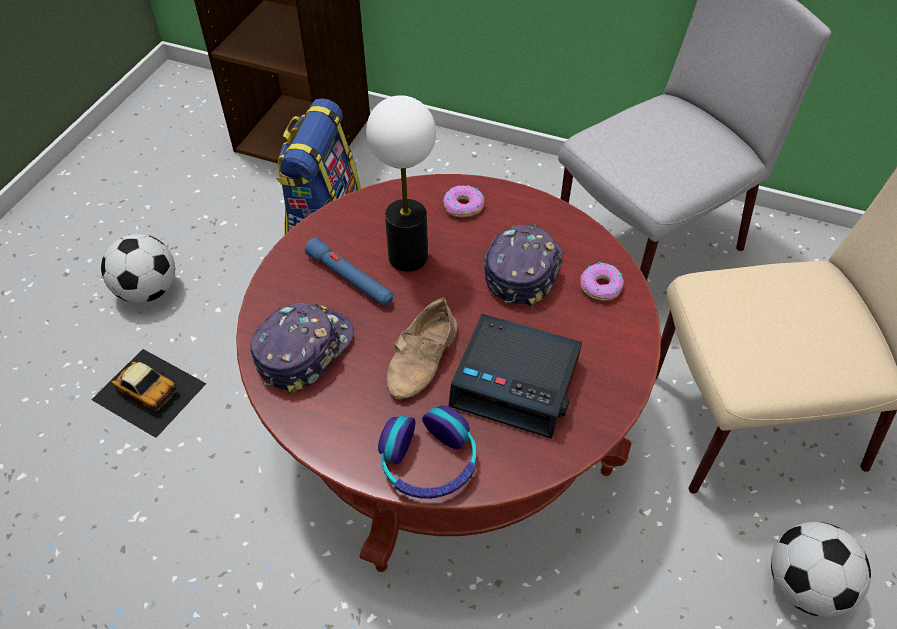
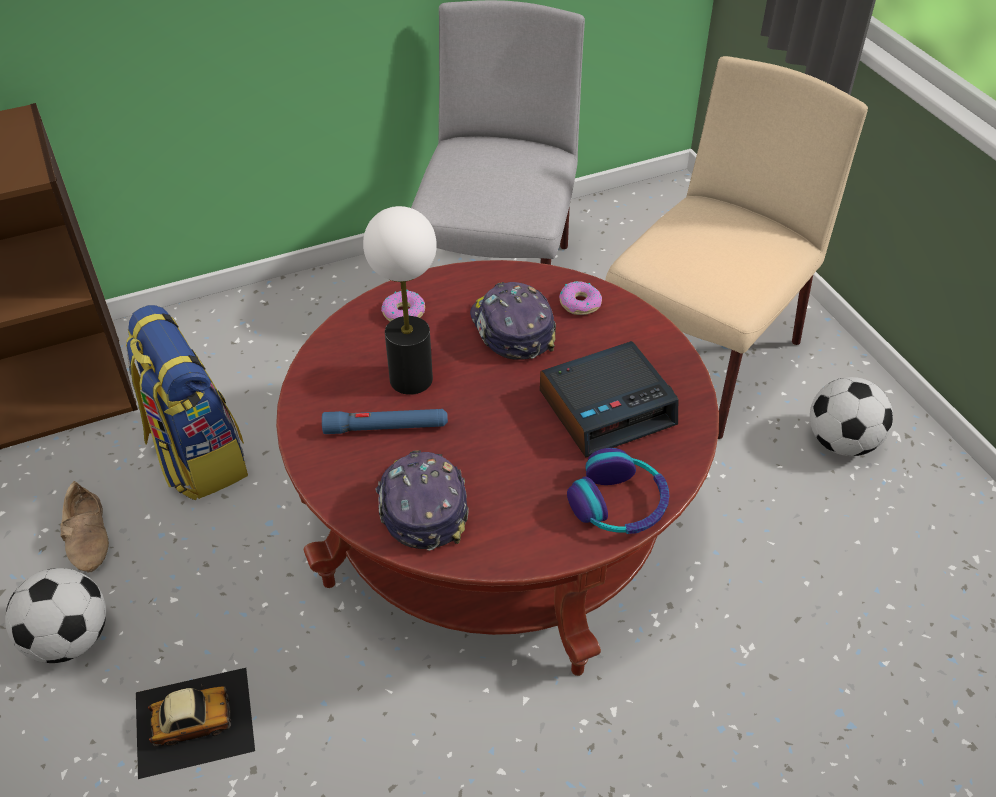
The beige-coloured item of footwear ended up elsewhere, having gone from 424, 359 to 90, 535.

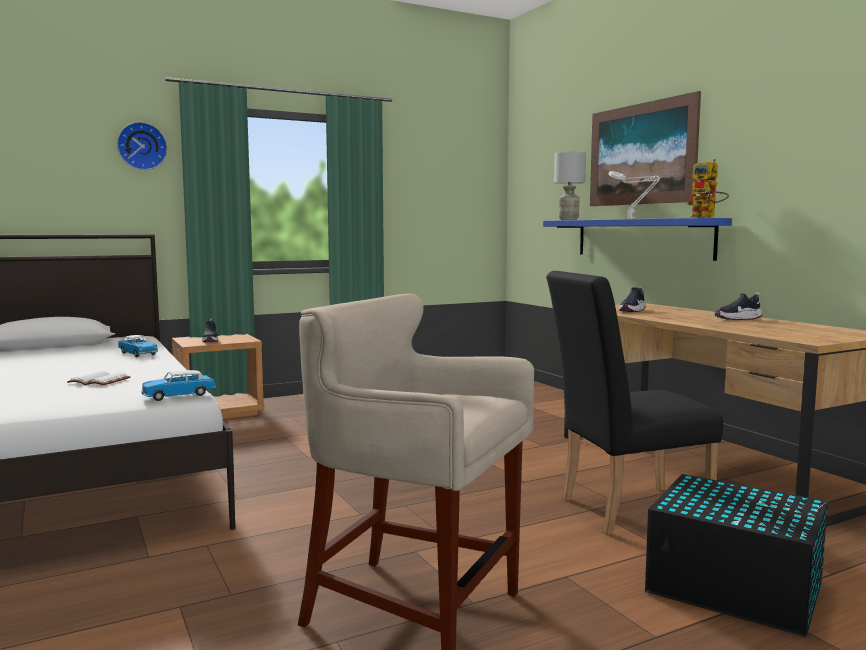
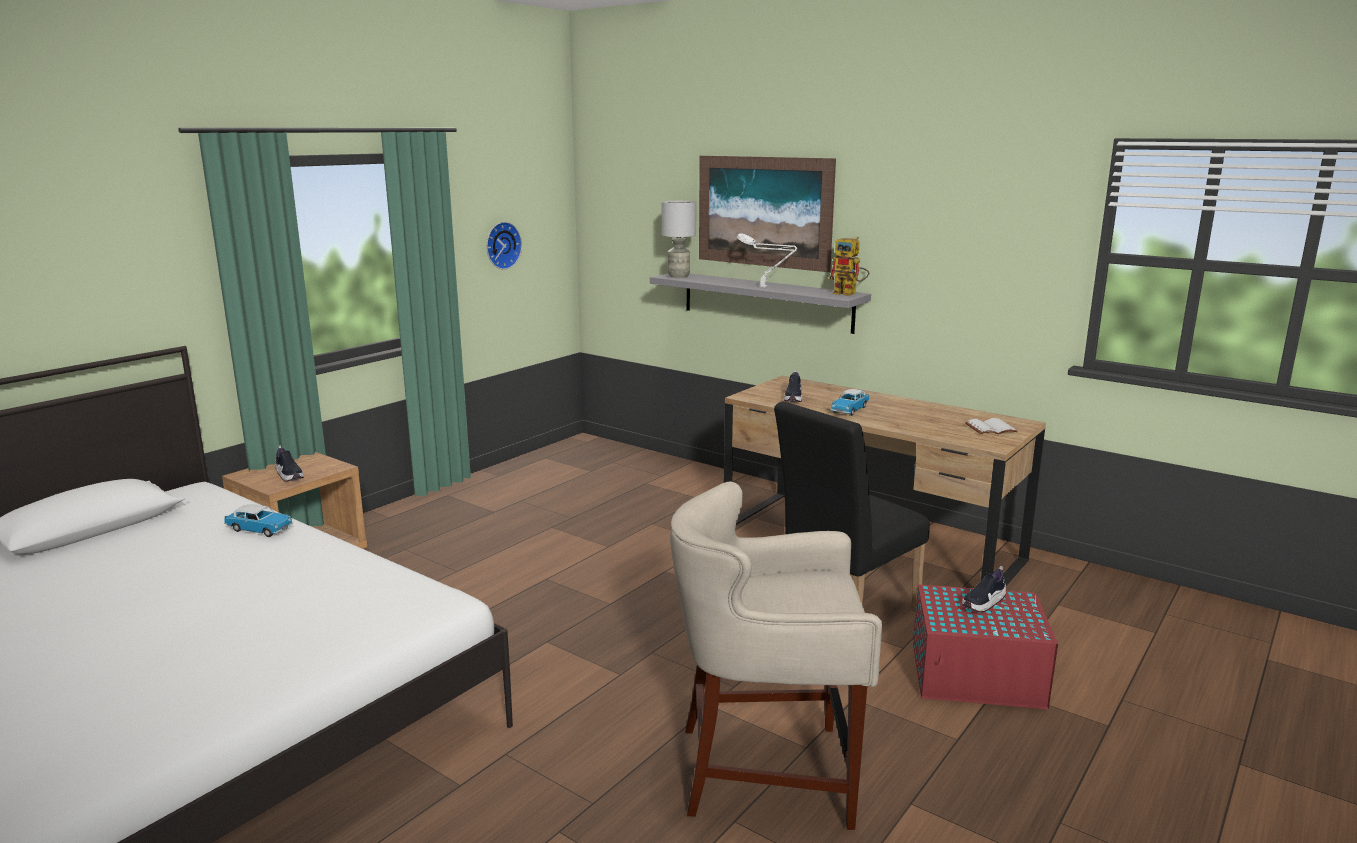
The clock on the wall ended up elsewhere, having gone from 142, 146 to 501, 245.
What was the blue-coloured wall shelf at 641, 238 turned into the greyish wall shelf at 766, 301.
The miniature car ended up elsewhere, having gone from 178, 395 to 849, 410.
What was the black-coloured storage container at 737, 588 turned into the reddish storage container at 979, 676.
The item of footwear ended up elsewhere, having gone from 738, 319 to 983, 603.
The white bound book ended up elsewhere, having gone from 101, 381 to 990, 428.

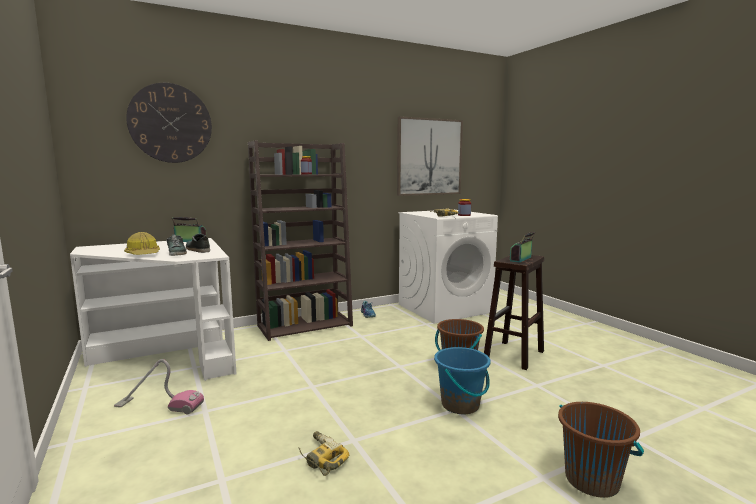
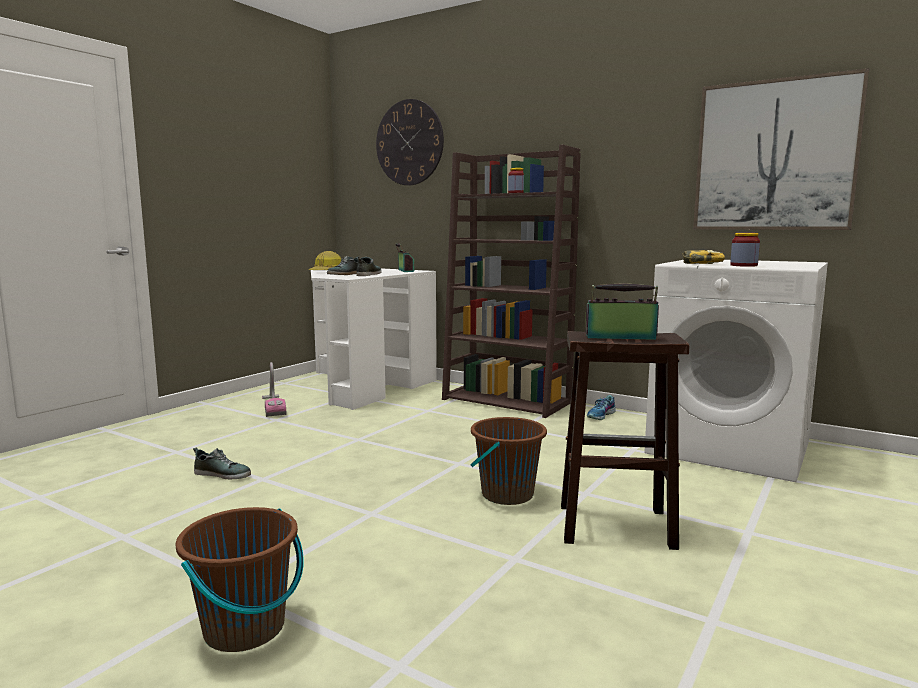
Where the power drill stood at 321, 458, the item of footwear came to stand at 223, 474.
The second view lost the blue-coloured bucket at 460, 405.

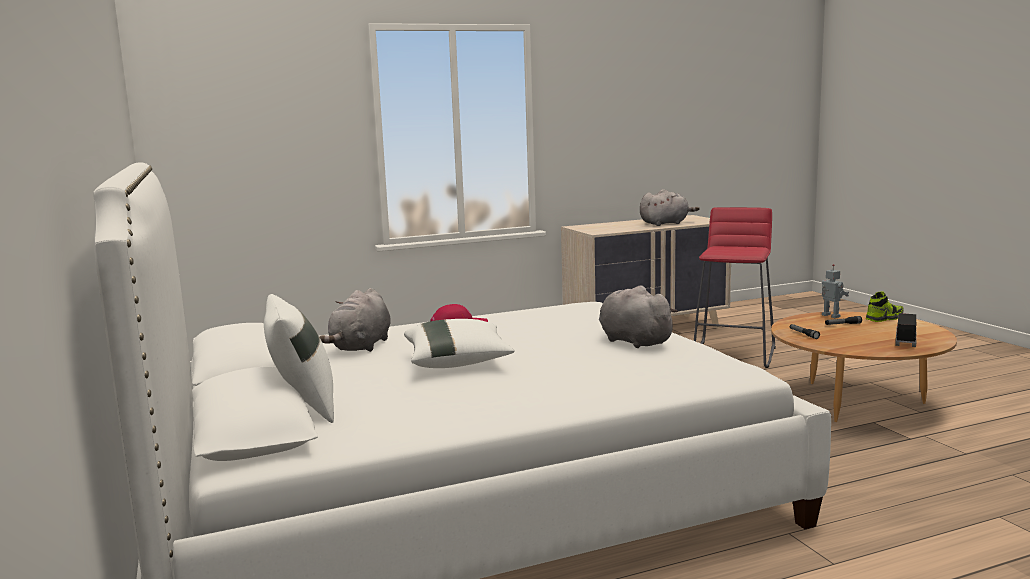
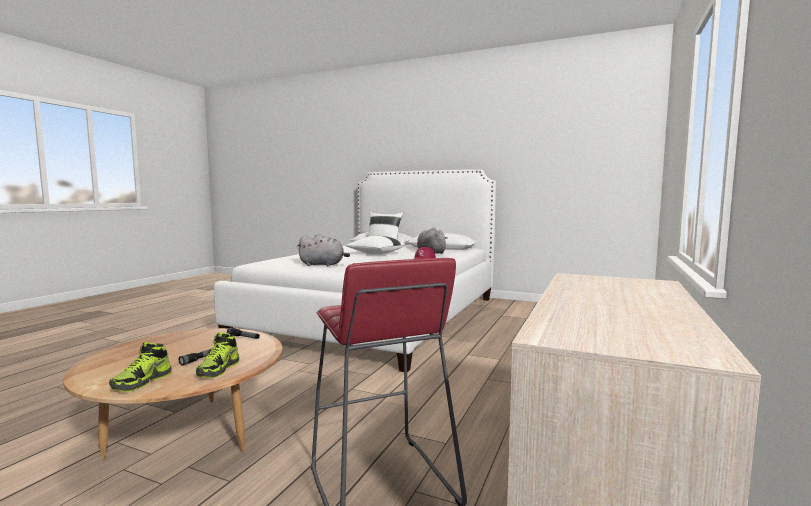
Where the robot figure stood at 830, 316, the item of footwear came to stand at 218, 370.
The second view lost the greyish soft toy at 665, 223.
The second view lost the toy truck at 905, 339.

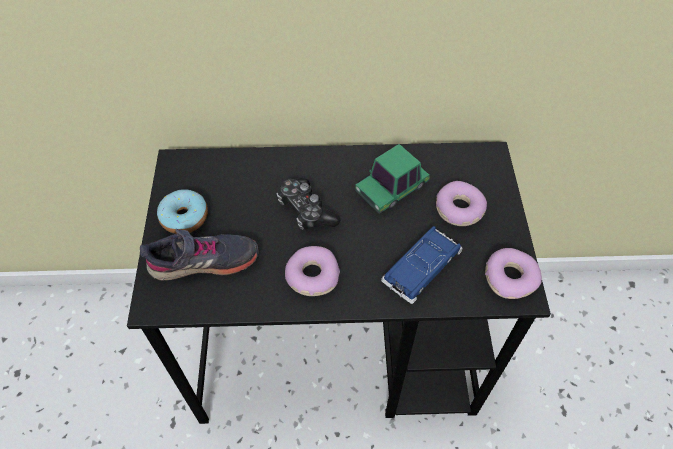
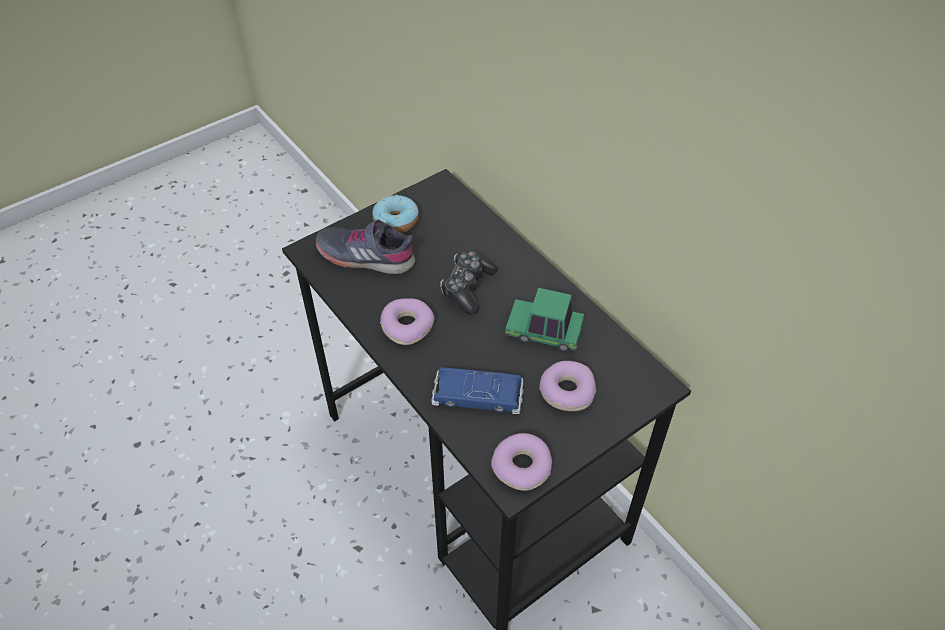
The greyish item of footwear at 204, 262 ended up facing another way, 150 degrees clockwise from before.

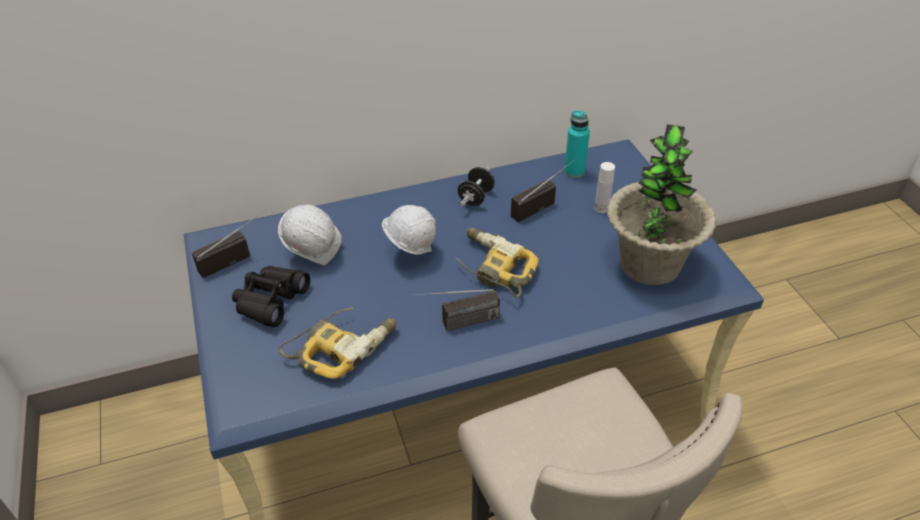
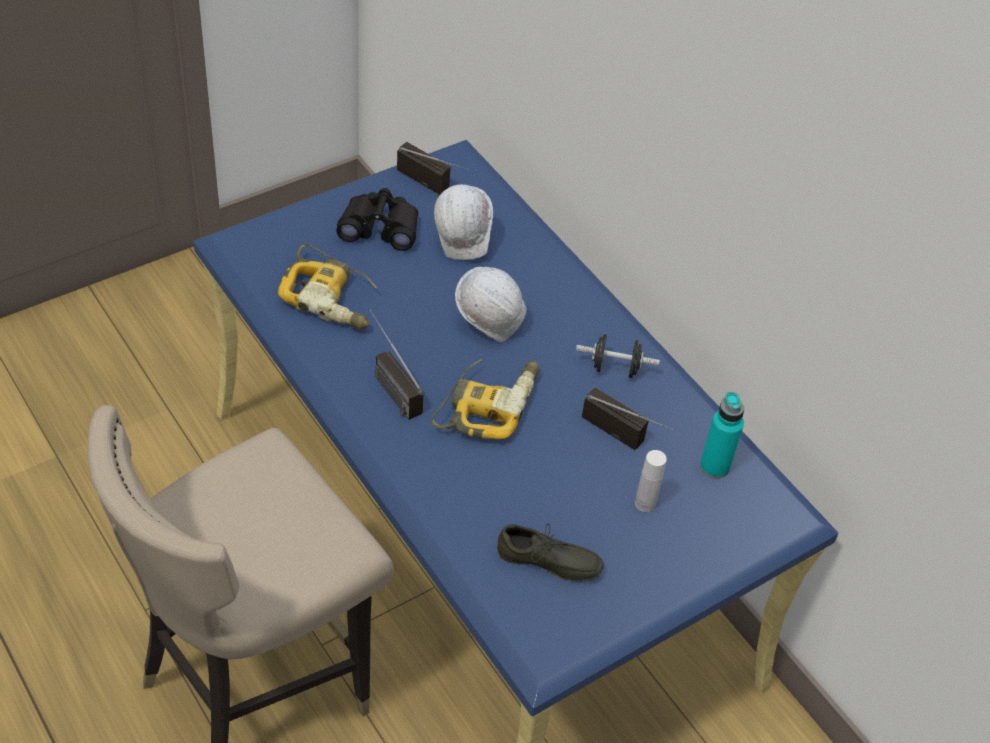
Where the houseplant stood at 649, 264, the greyish item of footwear came to stand at 548, 564.

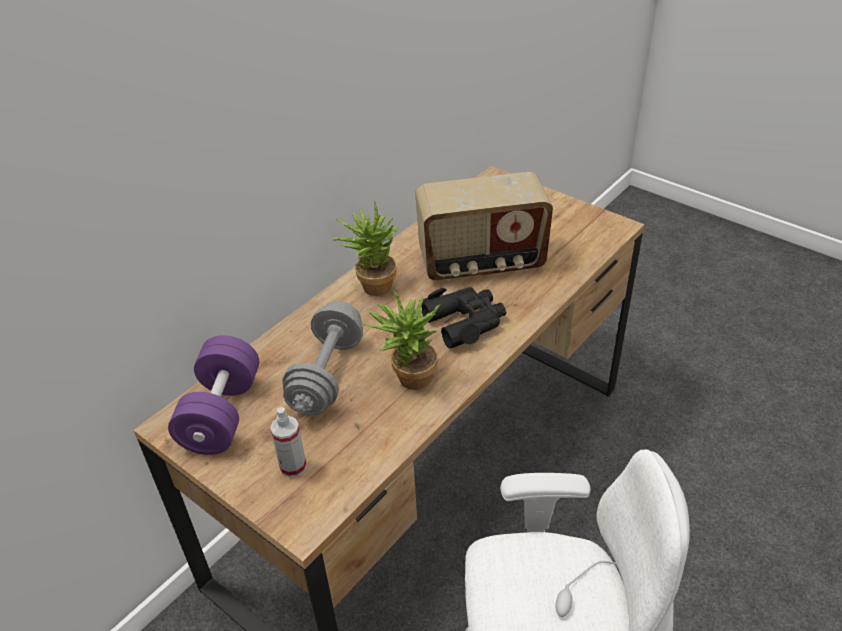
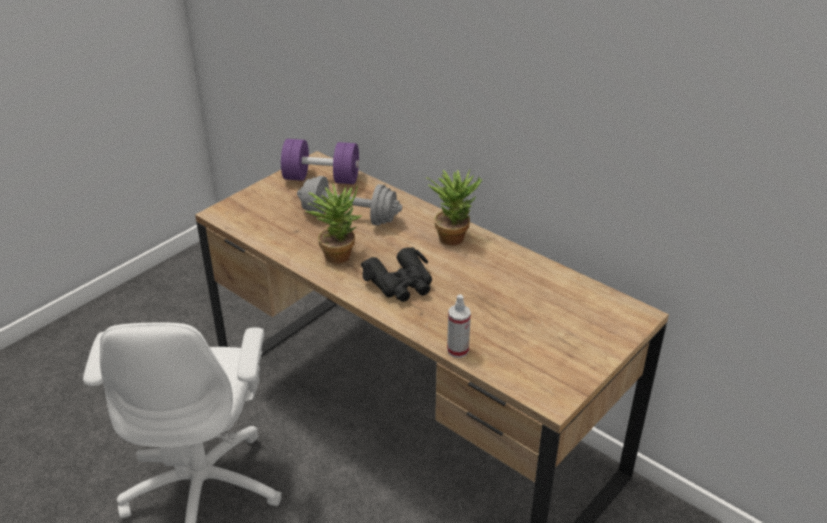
The spray bottle ended up elsewhere, having gone from 293, 466 to 457, 350.
The second view lost the radio at 482, 263.

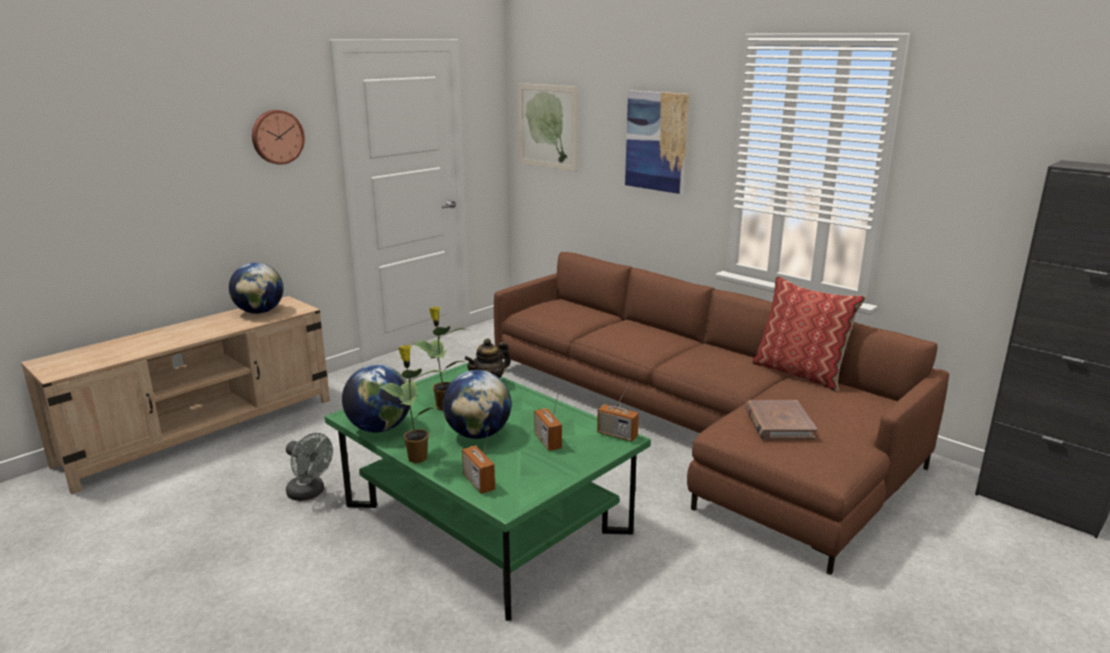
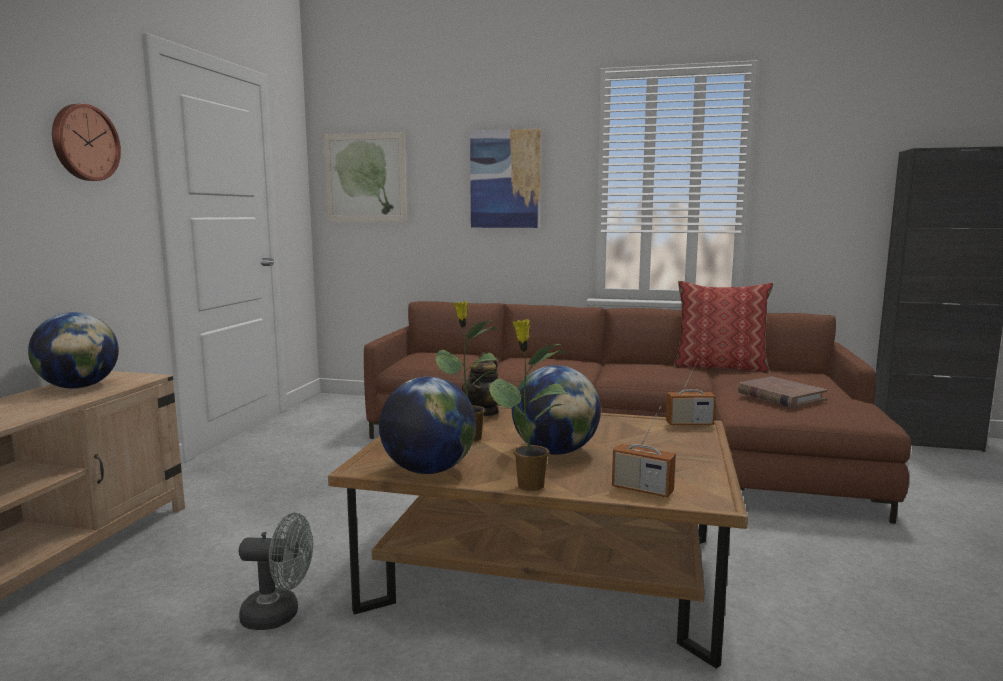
What was the green lounge table at 486, 519 turned into the brownish lounge table at 546, 573.
The second view lost the radio at 547, 441.

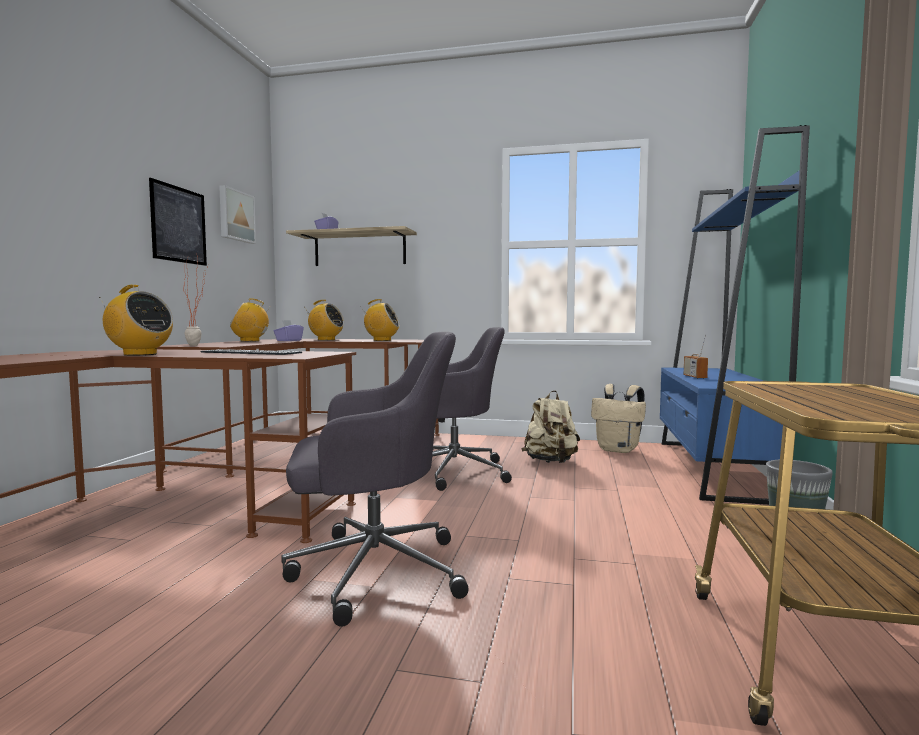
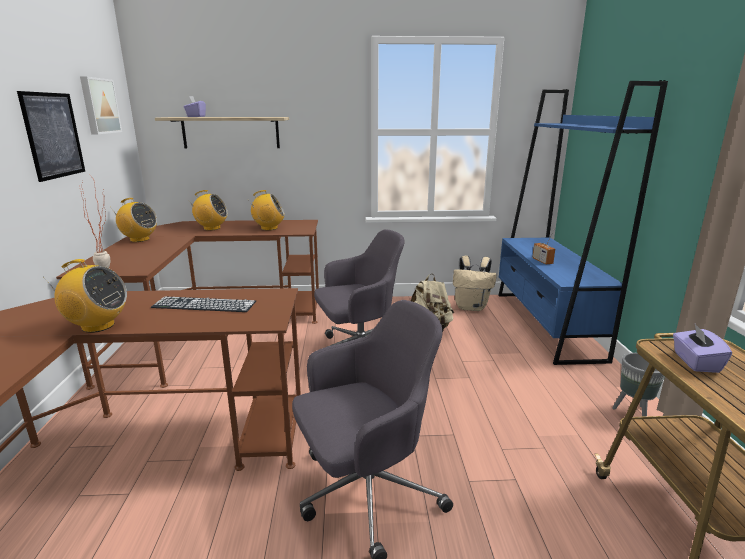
The radio at 250, 341 ended up facing another way, 135 degrees counterclockwise from before.
The purplish box of tissues ended up elsewhere, having gone from 288, 341 to 695, 362.

